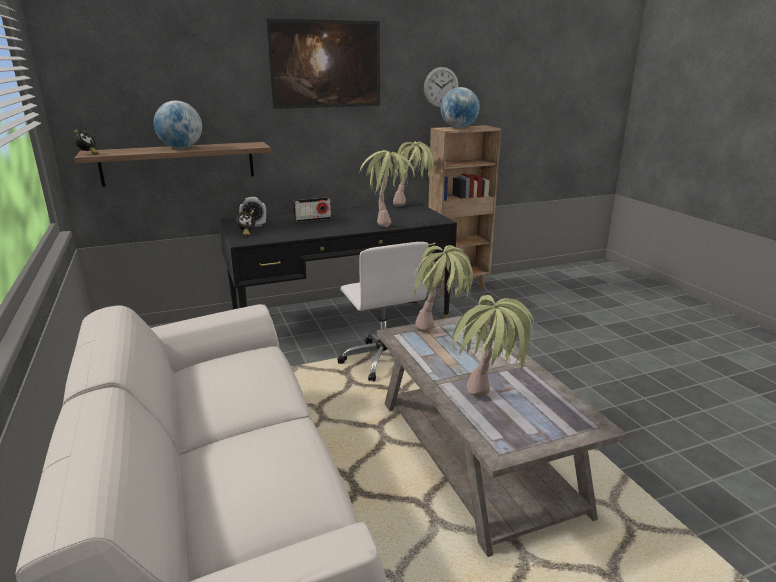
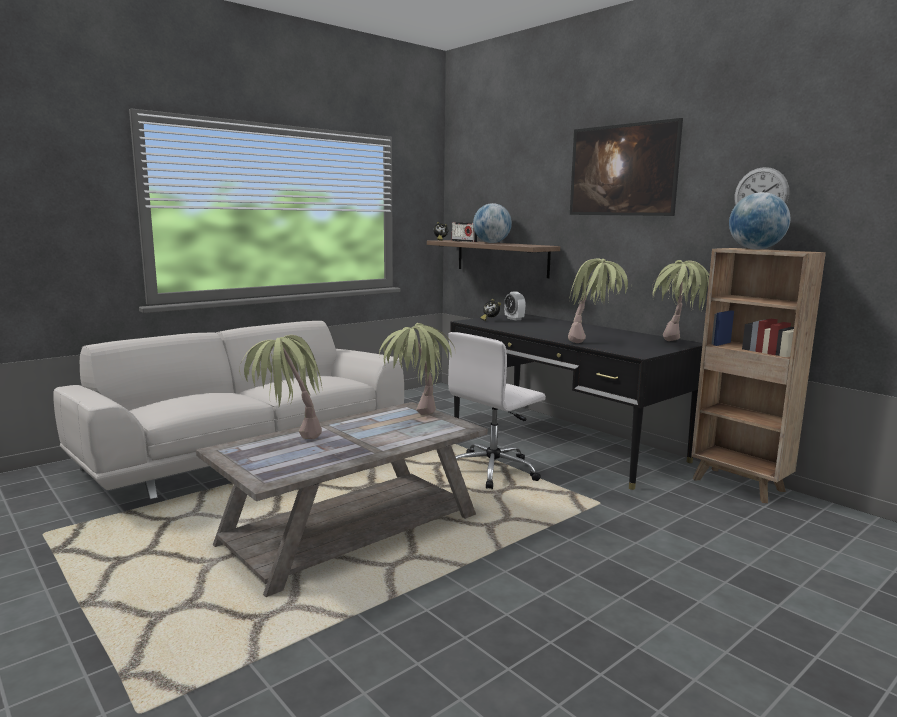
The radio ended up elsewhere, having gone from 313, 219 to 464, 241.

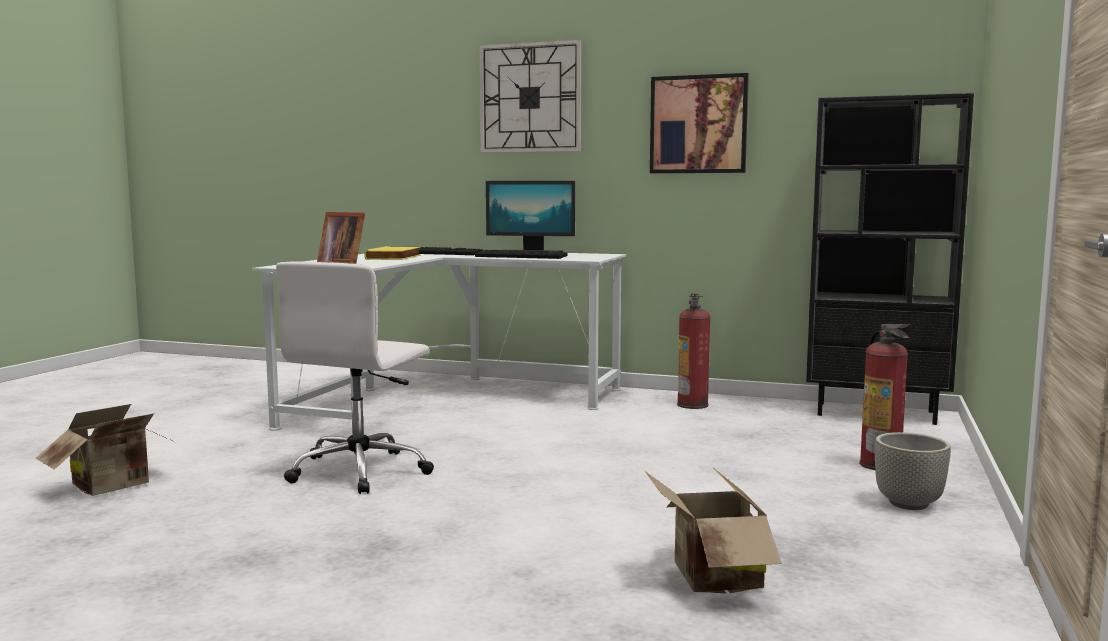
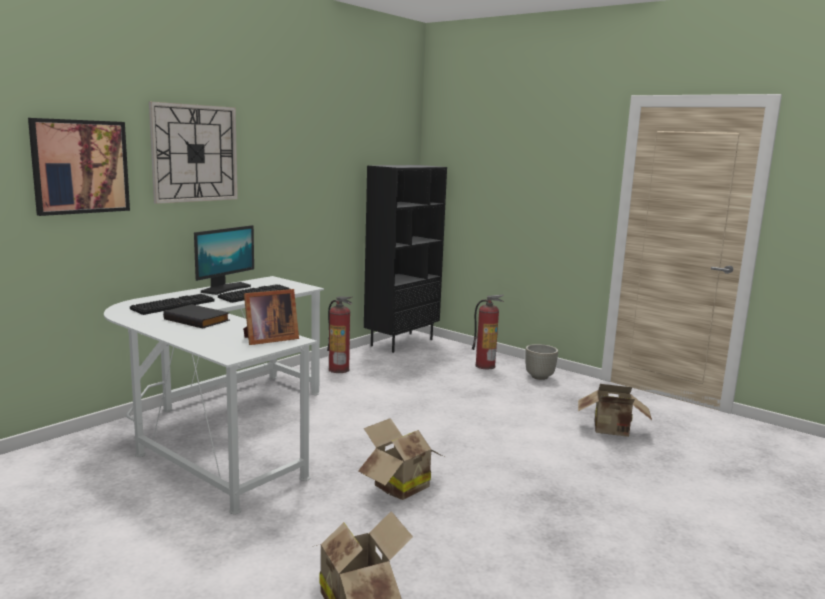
The picture ended up elsewhere, having gone from 698, 124 to 80, 166.
What was the yellow-coloured bound book at 395, 257 turned into the black-coloured bound book at 198, 320.
Where the white desk chair stood at 361, 470, the carton came to stand at 397, 486.

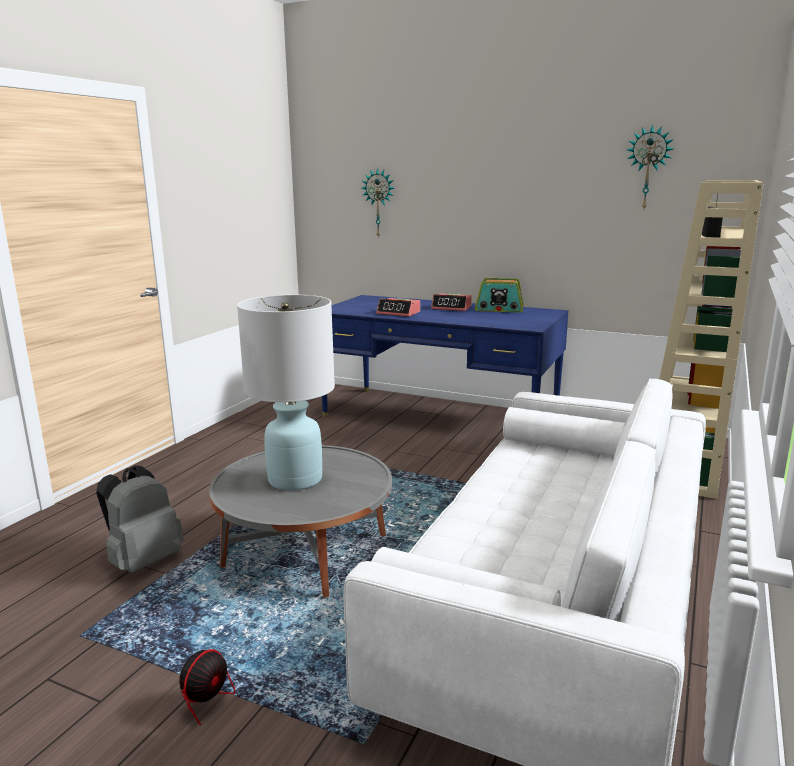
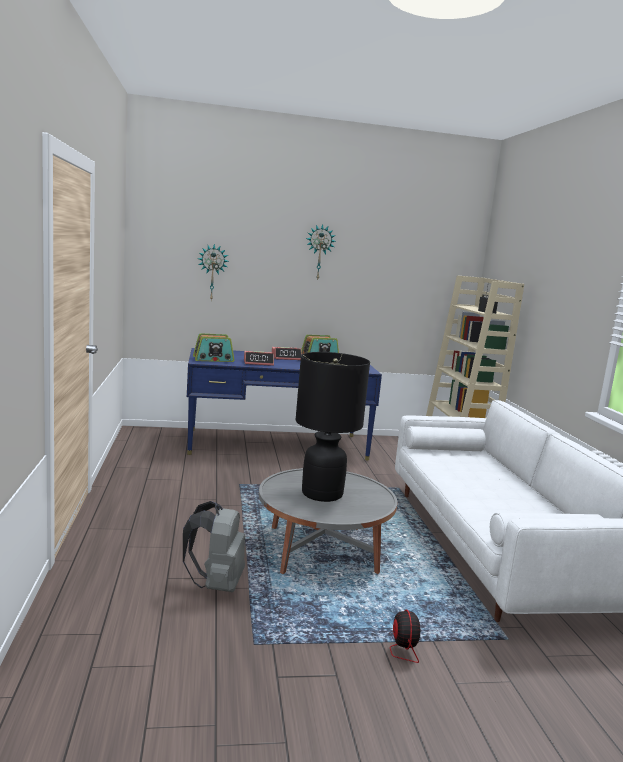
The second view gained the radio at 213, 359.
What was the white lamp for a table at 294, 480 turned into the black-coloured lamp for a table at 322, 494.
The clock on the wall ended up elsewhere, having gone from 648, 168 to 319, 252.

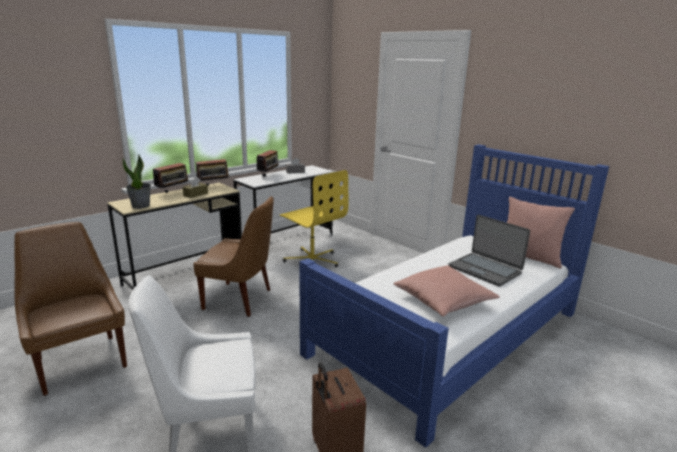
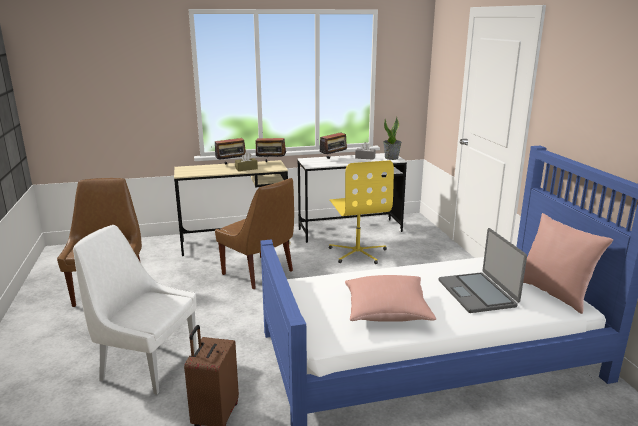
The houseplant ended up elsewhere, having gone from 141, 206 to 391, 158.

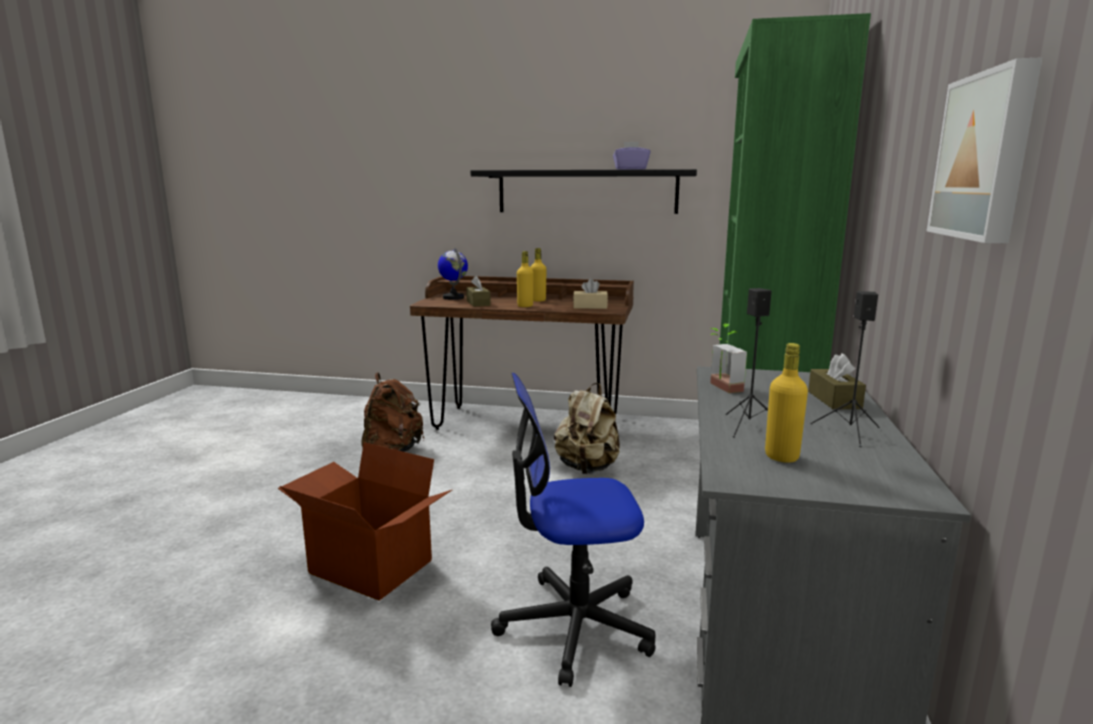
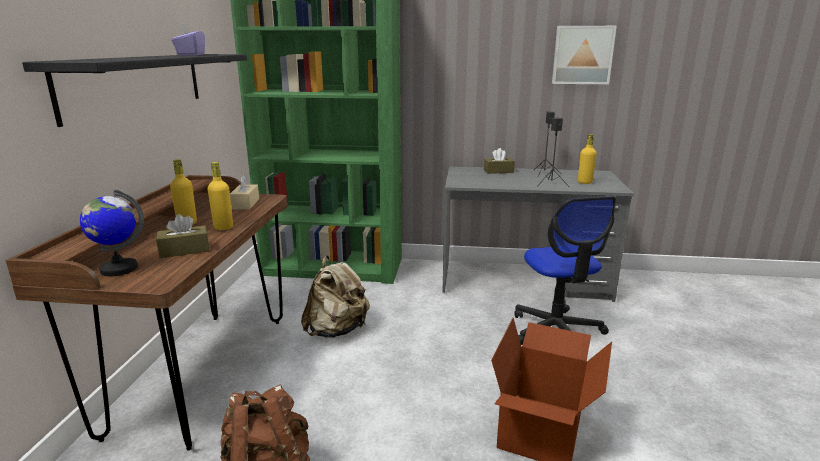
The second view lost the houseplant at 720, 388.

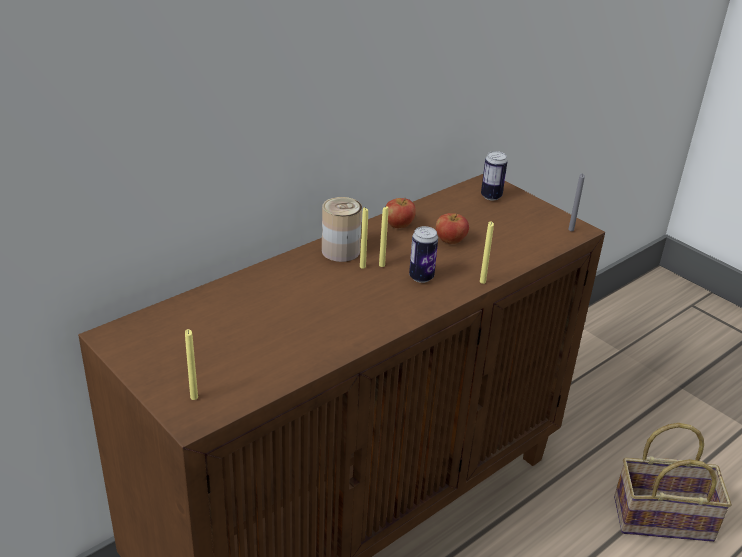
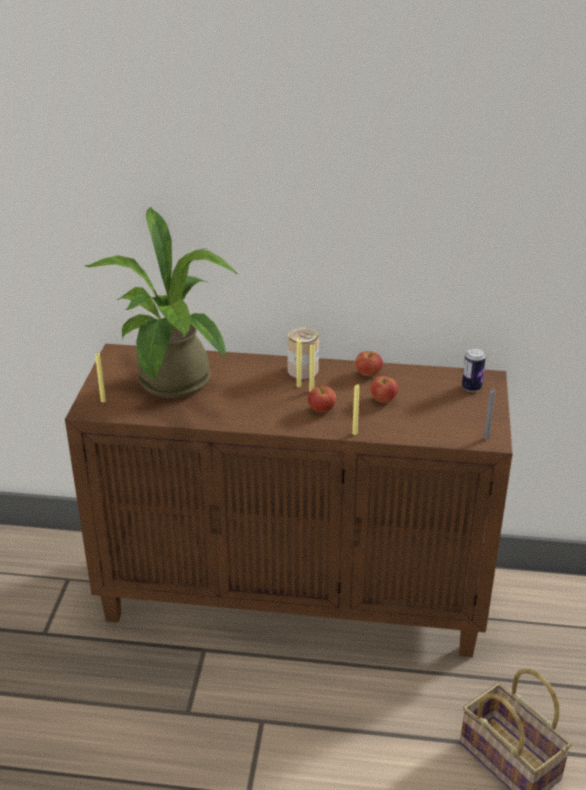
The second view gained the houseplant at 173, 387.
Where the can stood at 421, 277, the whole apple came to stand at 321, 410.

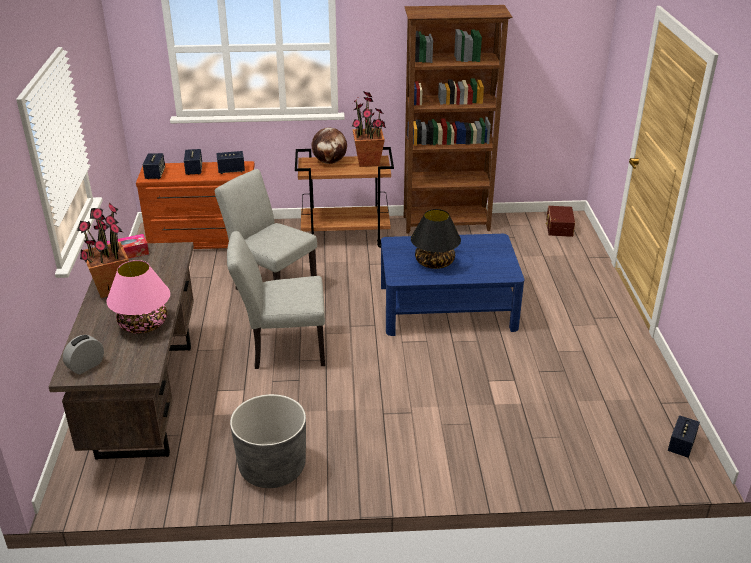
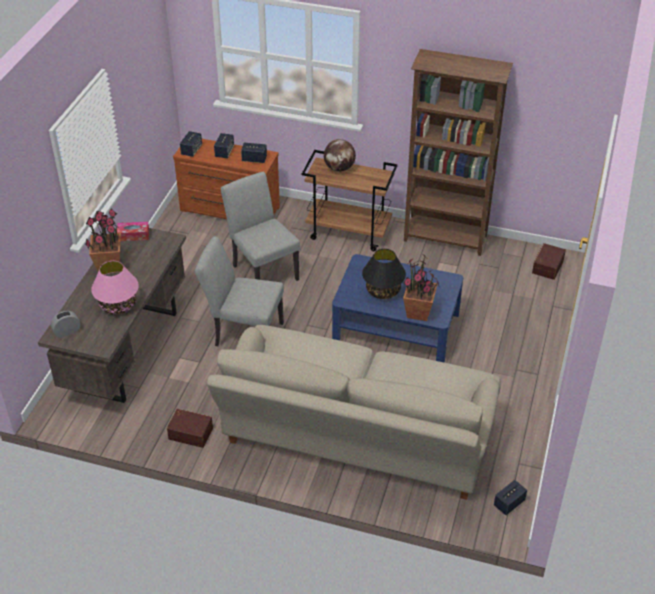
Where the greyish plant pot stood at 272, 467, the brownish storage container came to stand at 191, 432.
The second view gained the beige-coloured couch at 356, 439.
The houseplant ended up elsewhere, having gone from 368, 162 to 418, 313.

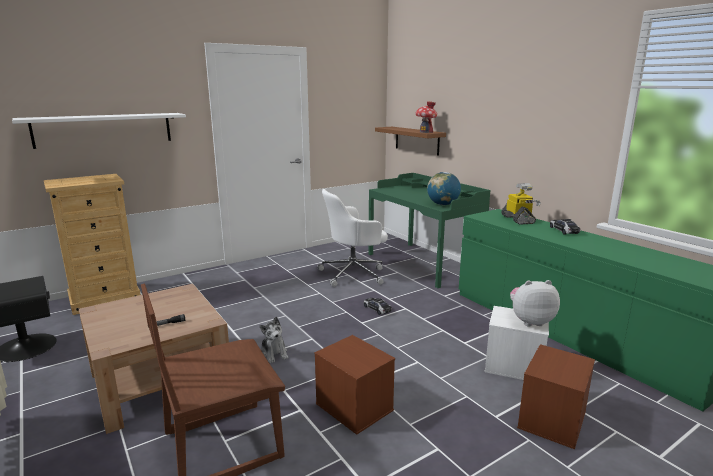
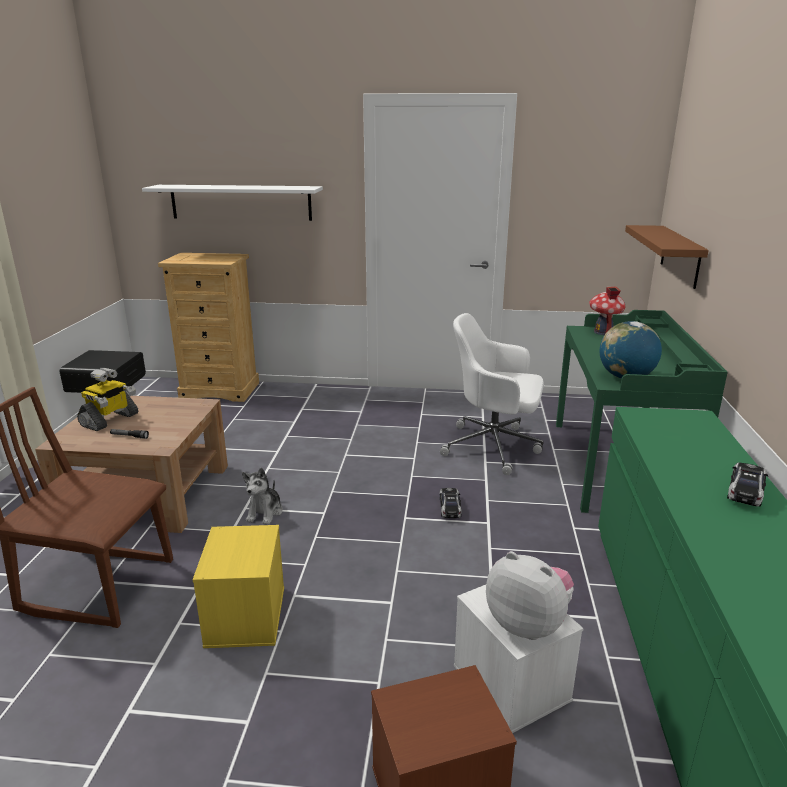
The robot figure ended up elsewhere, having gone from 518, 220 to 110, 420.
What was the brownish storage container at 353, 407 turned into the yellow-coloured storage container at 245, 615.
The miniature house ended up elsewhere, having gone from 425, 132 to 603, 332.

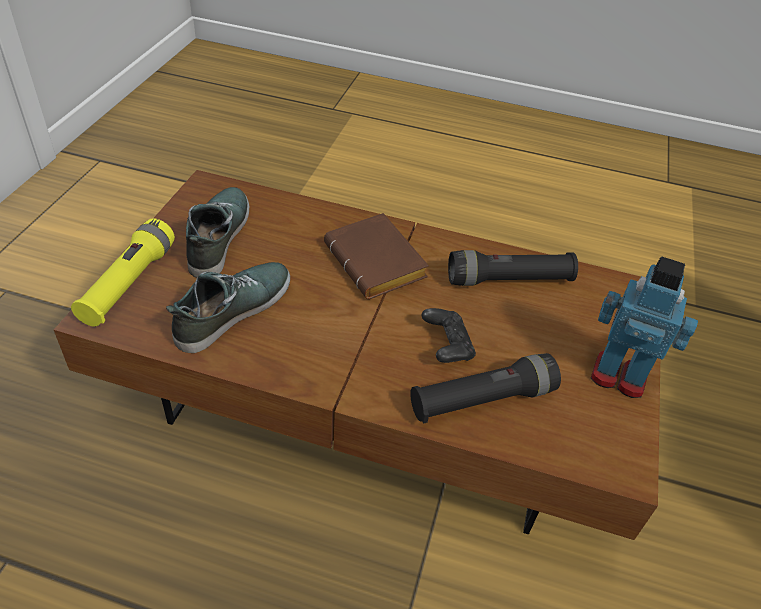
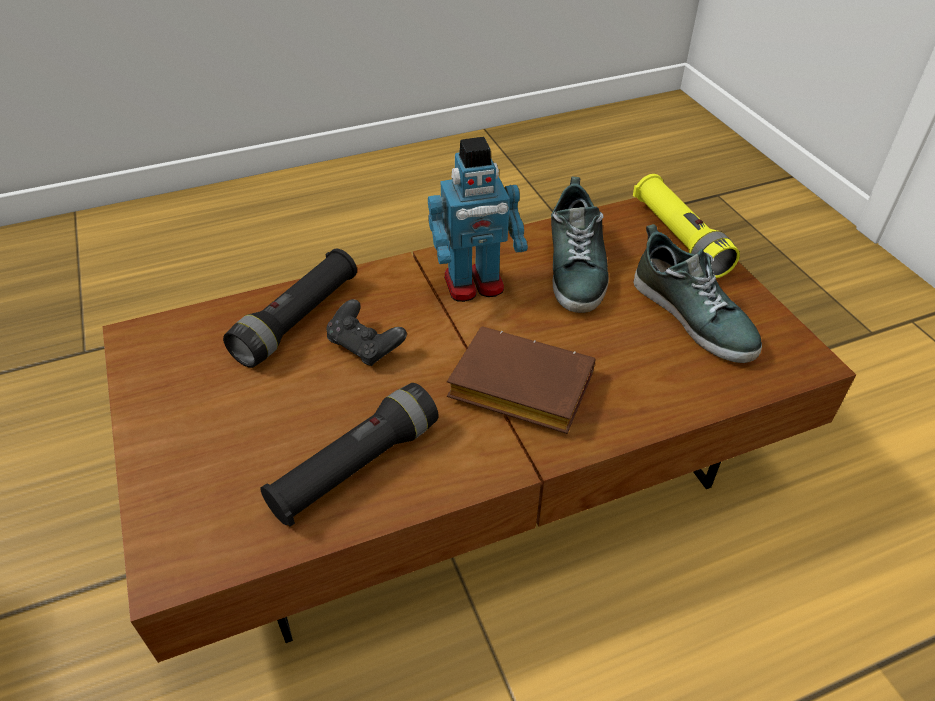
The robot figure ended up elsewhere, having gone from 619, 374 to 474, 285.

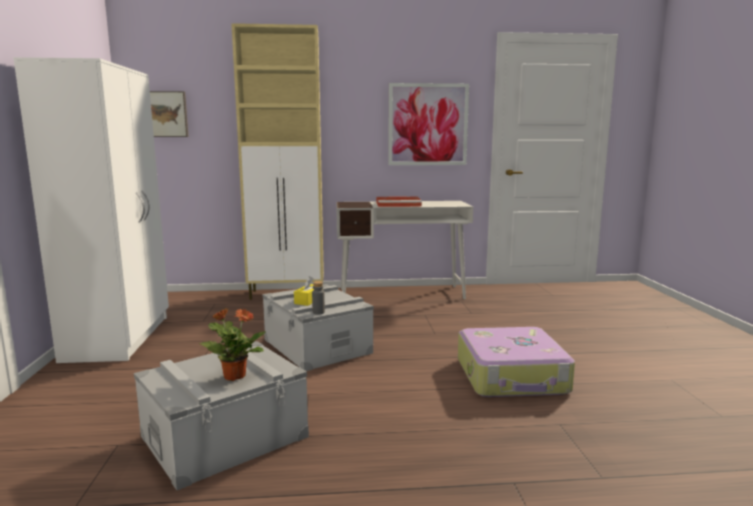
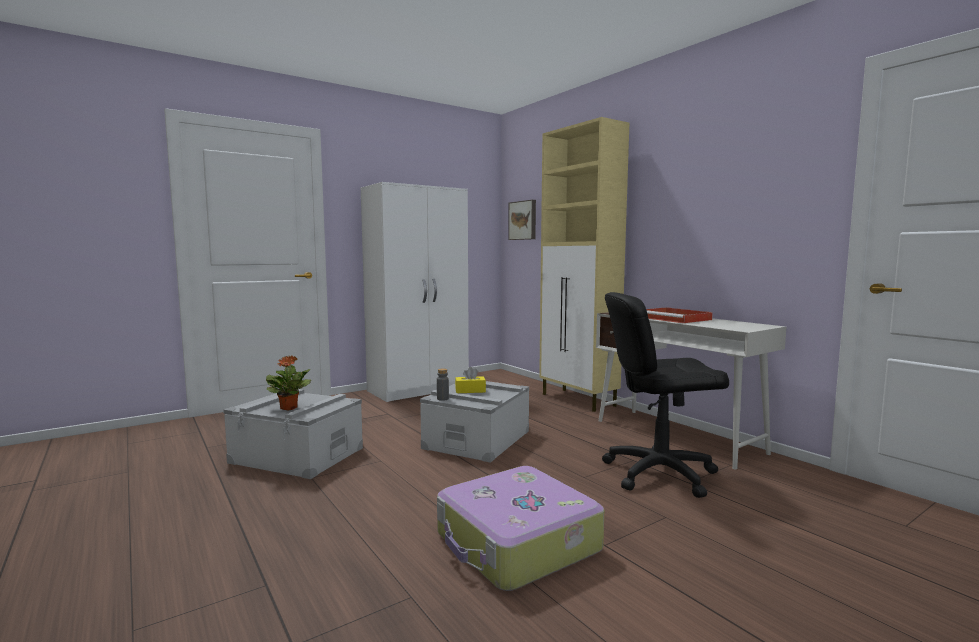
The second view gained the black-coloured desk chair at 659, 473.
The second view lost the picture at 428, 124.

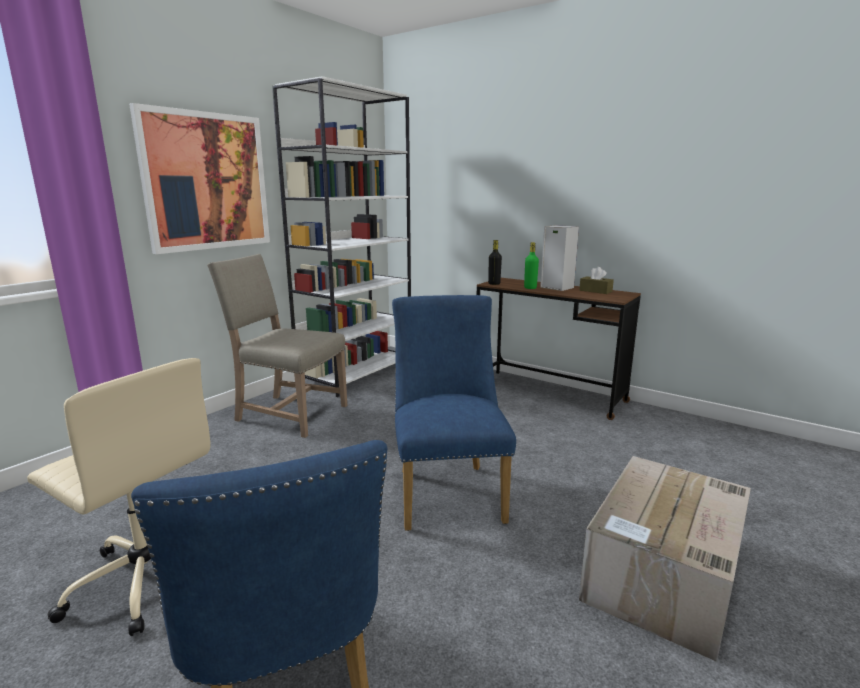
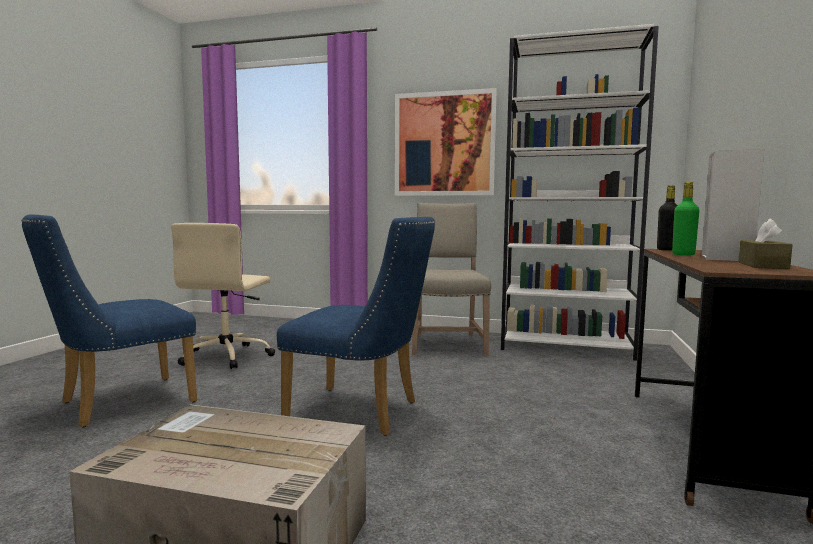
The blue-coloured plain chair at 448, 490 ended up facing another way, 45 degrees clockwise from before.

